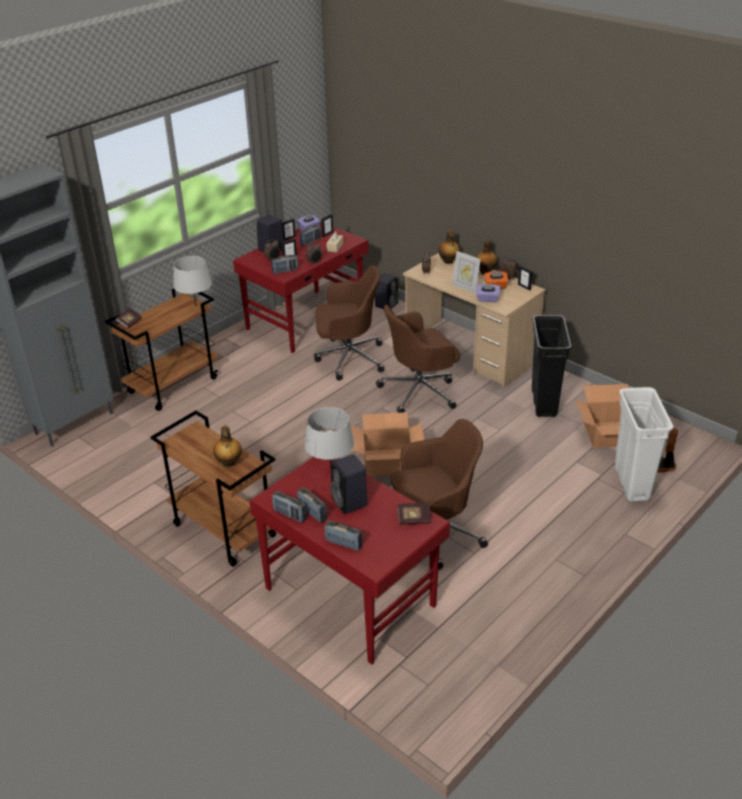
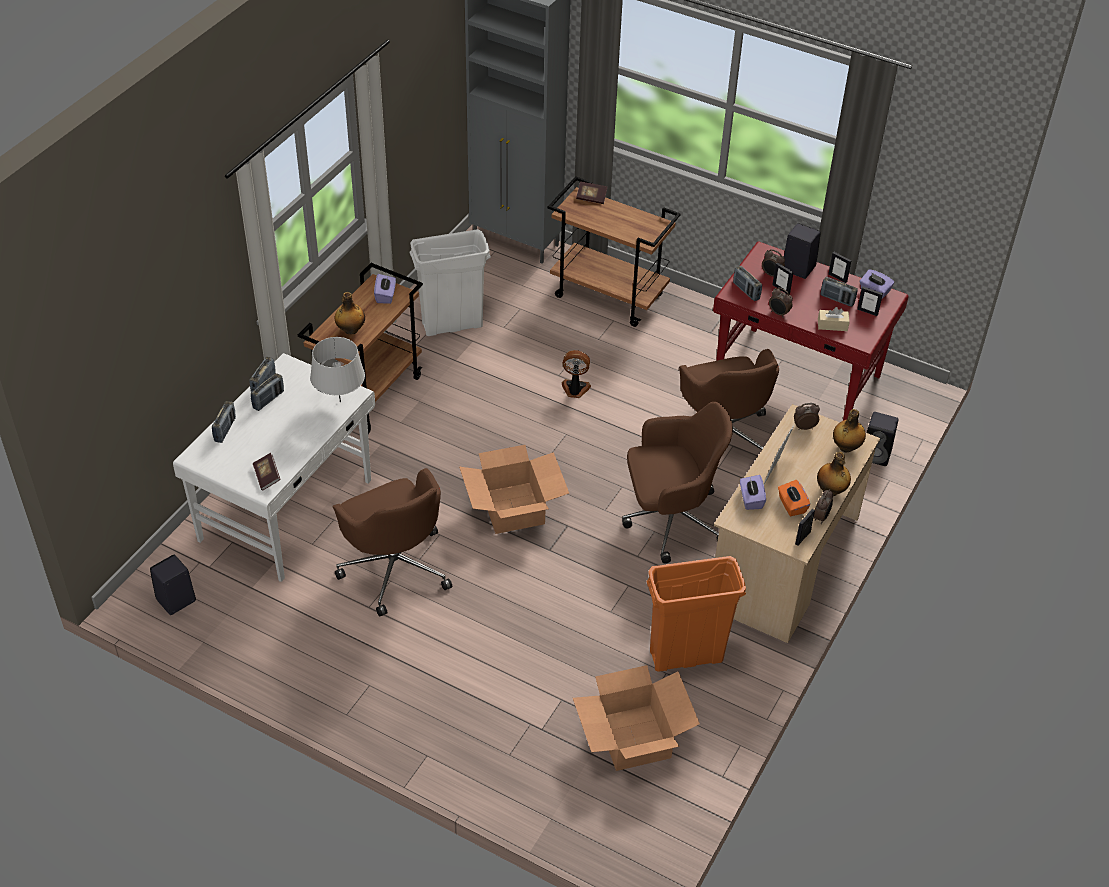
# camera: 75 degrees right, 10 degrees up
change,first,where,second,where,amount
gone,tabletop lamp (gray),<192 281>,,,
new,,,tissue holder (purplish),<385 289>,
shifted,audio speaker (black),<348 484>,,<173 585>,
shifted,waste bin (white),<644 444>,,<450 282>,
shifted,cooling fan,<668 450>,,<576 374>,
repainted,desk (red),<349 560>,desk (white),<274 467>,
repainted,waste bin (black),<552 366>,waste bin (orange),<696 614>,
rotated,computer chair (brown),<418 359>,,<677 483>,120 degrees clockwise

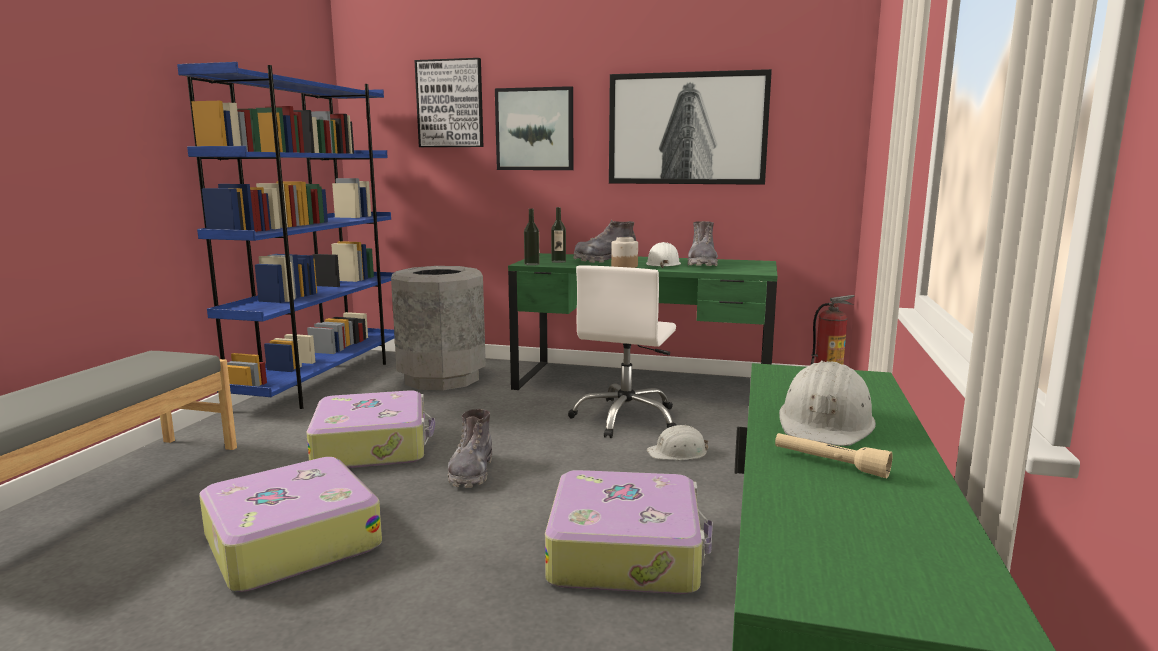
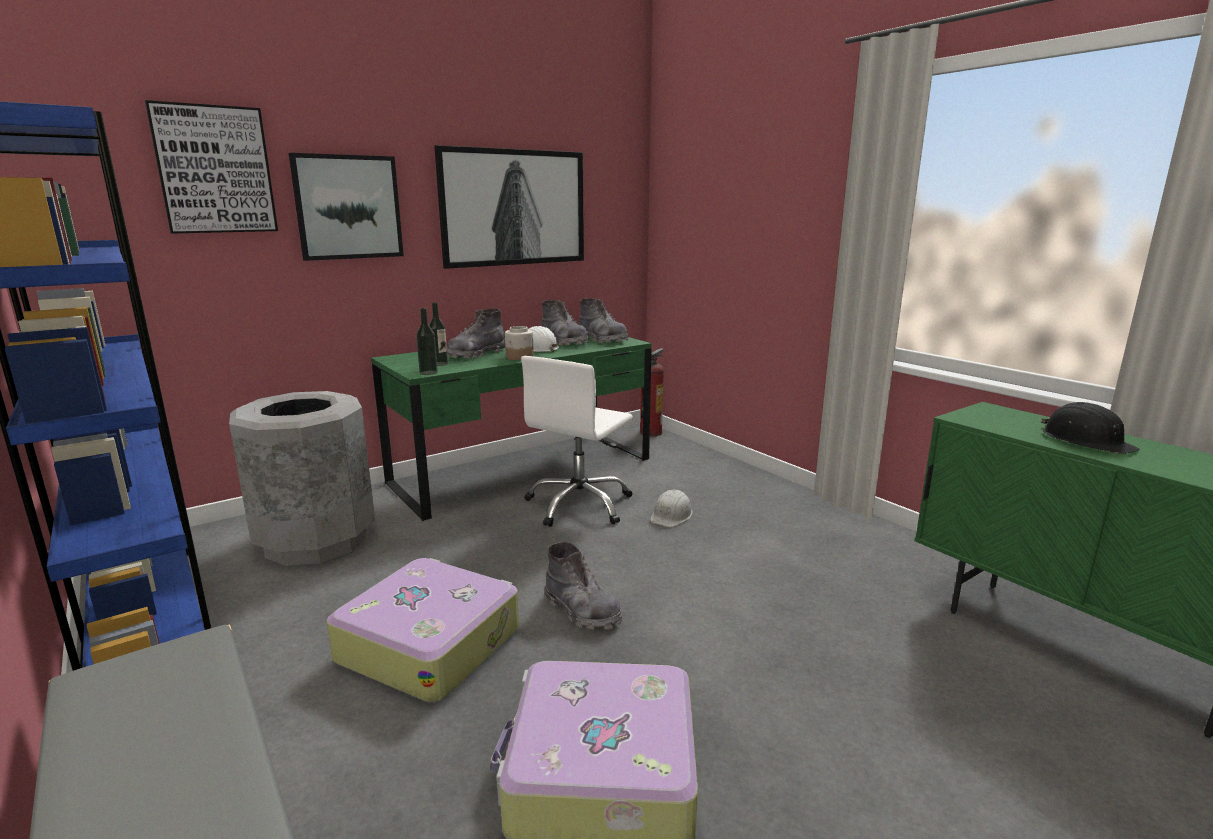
# camera: 50 degrees left, 5 degrees up
change,first,where,second,where,amount
gone,travel case,<629 532>,,,
gone,flashlight (sand-coloured),<834 455>,,,
new,,,tall boot (gray),<603 320>,
repainted,safety helmet (white),<827 403>,safety helmet (black),<1090 428>,
rotated,computer chair (white),<622 351>,,<577 441>,60 degrees clockwise

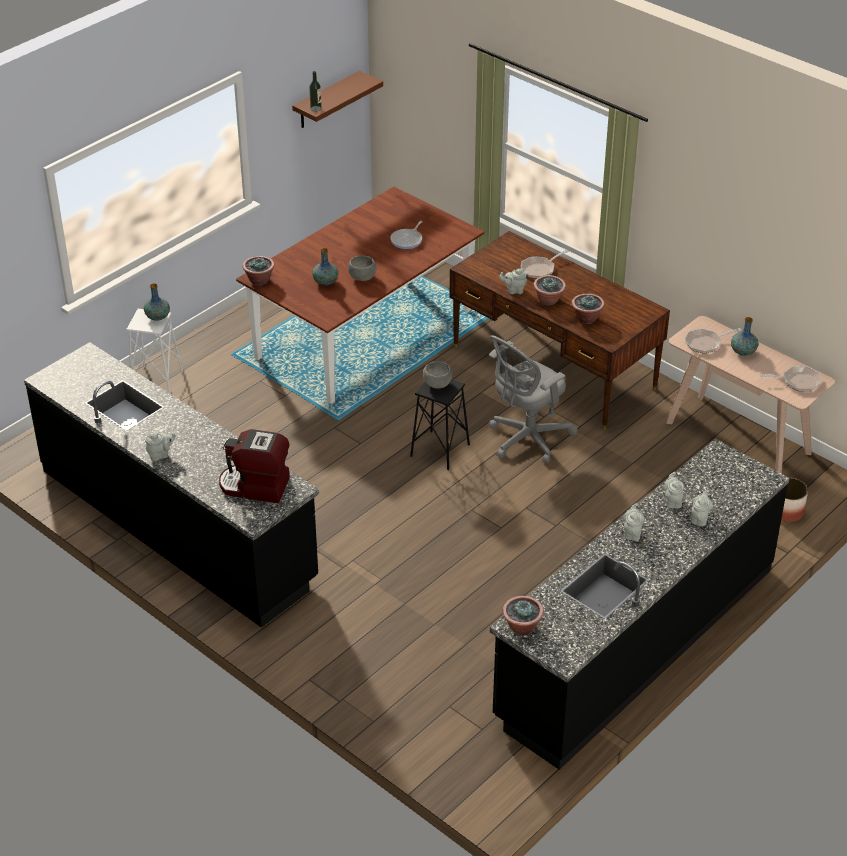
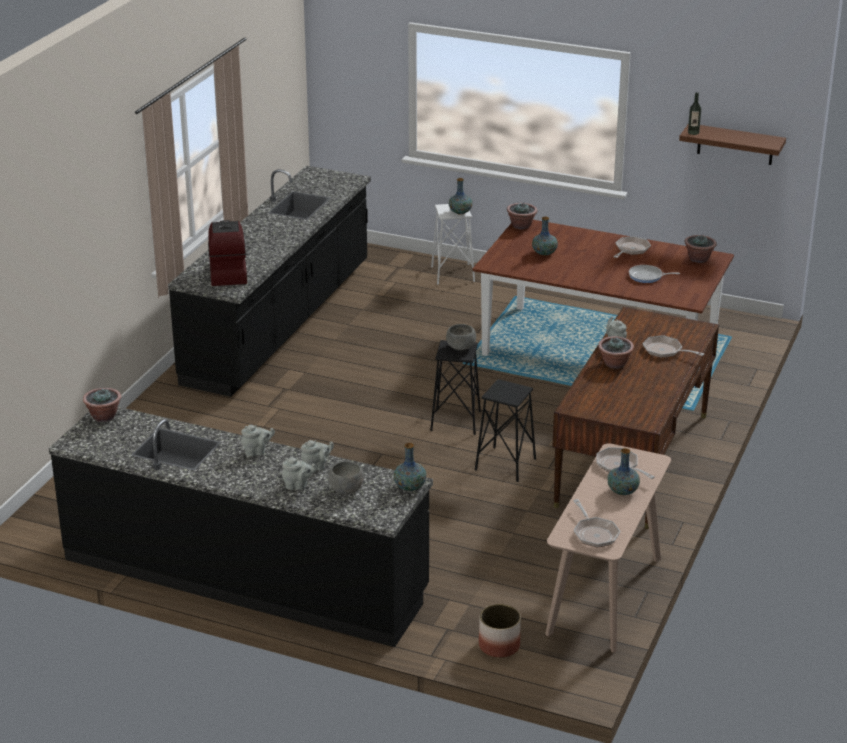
# camera: 70 degrees right, 10 degrees down
change,first,where,second,where,amount
gone,teapot (gray),<160 447>,,,
new,,,vase,<410 467>,
new,,,pan,<632 247>,
shifted,bowl (gray),<362 268>,,<346 477>,
shifted,houseplant,<588 309>,,<701 249>,
swapped,computer chair (gray),<533 399>,stool (black),<505 430>,

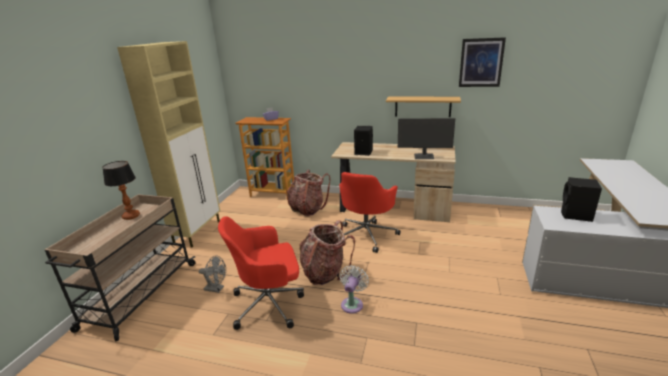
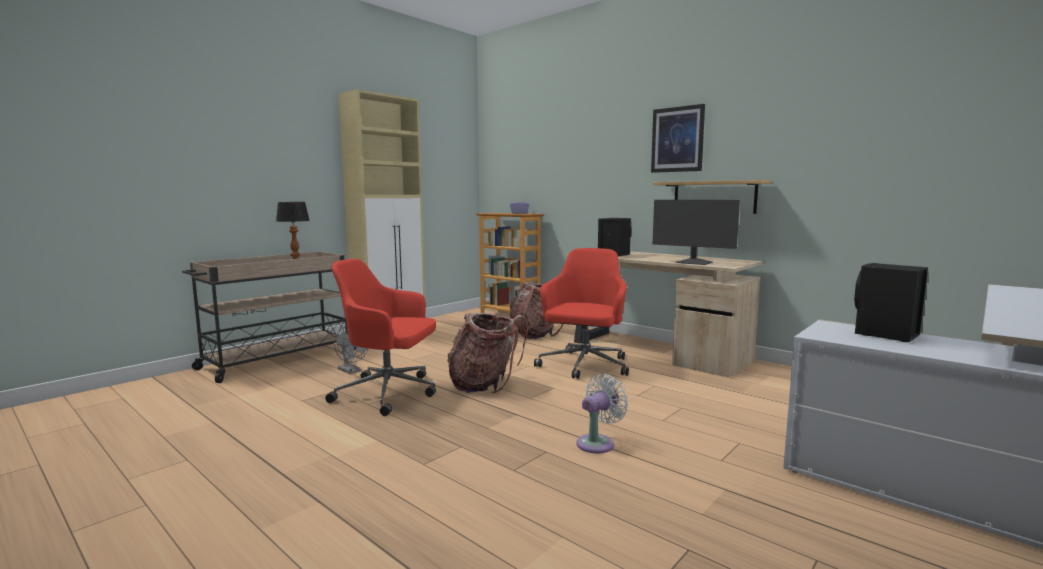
# camera: 25 degrees right, 15 degrees down
change,first,where,second,where,amount
shifted,cooling fan (white),<354 289>,,<602 413>,
shifted,wall picture,<482 62>,,<678 138>,
rotated,computer chair (red),<370 212>,,<581 313>,150 degrees clockwise

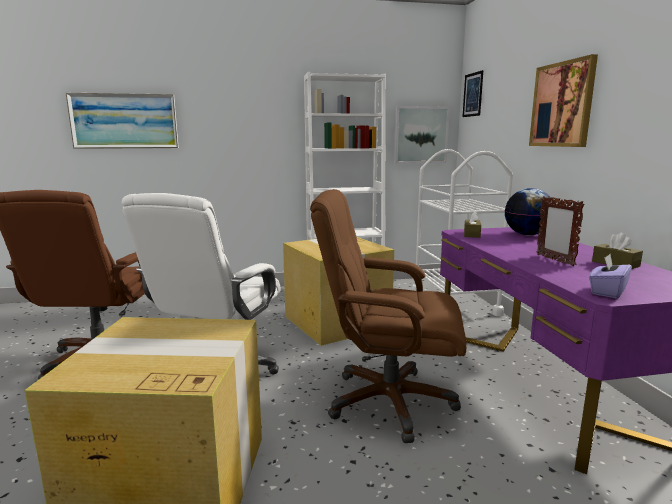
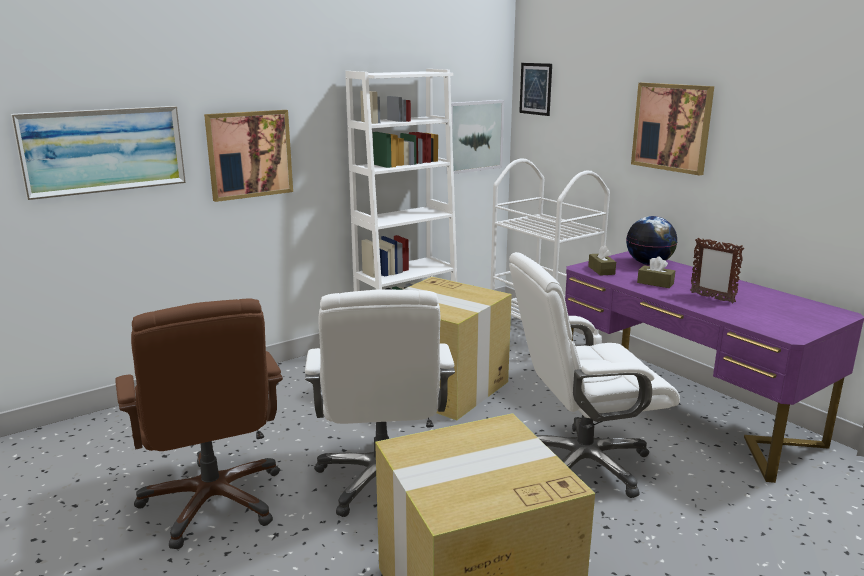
# camera: 25 degrees left, 5 degrees up
change,first,where,second,where,amount
gone,tissue holder (purplish),<610 276>,,,
new,,,wall picture,<248 156>,
shifted,tissue holder (brown),<617 251>,,<656 272>,
repainted,computer chair (brown),<388 316>,computer chair (white),<594 375>,

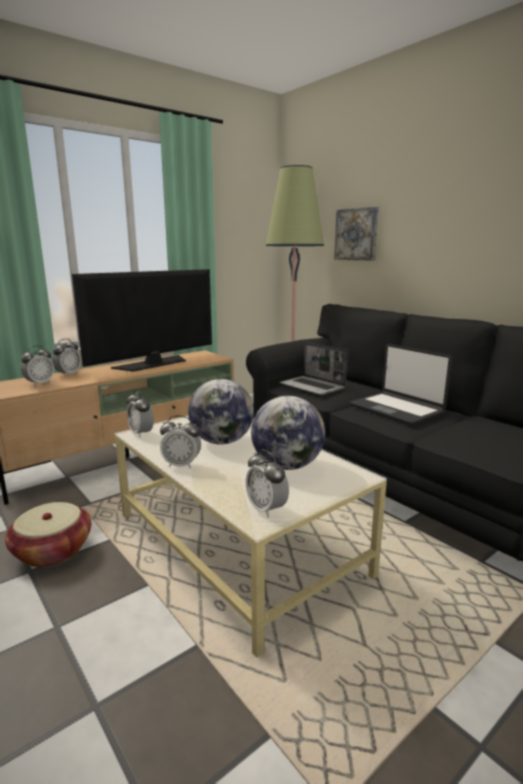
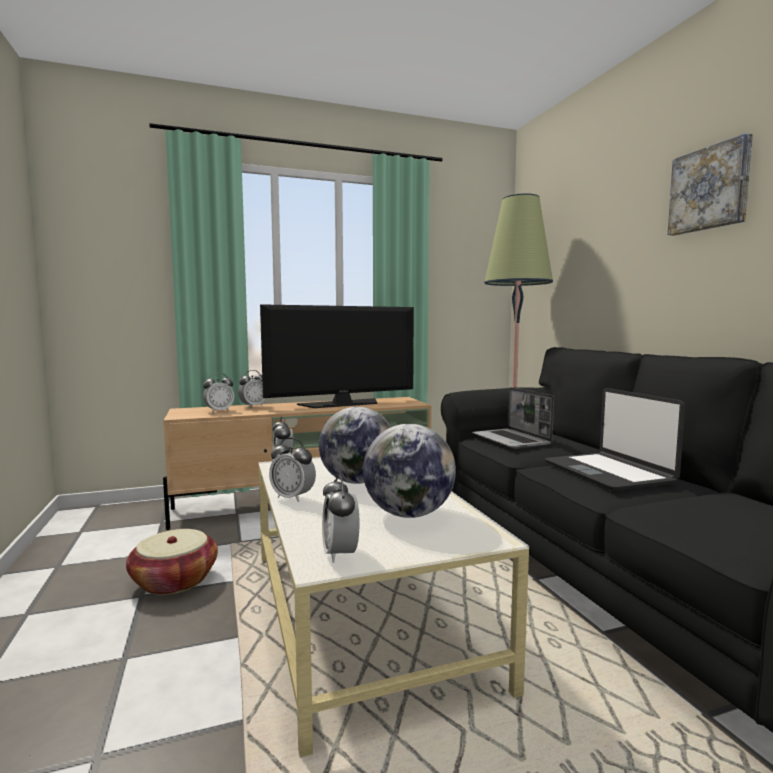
# camera: 20 degrees right, 10 degrees down
change,first,where,second,where,amount
shifted,wall picture,<356 233>,,<710 184>,

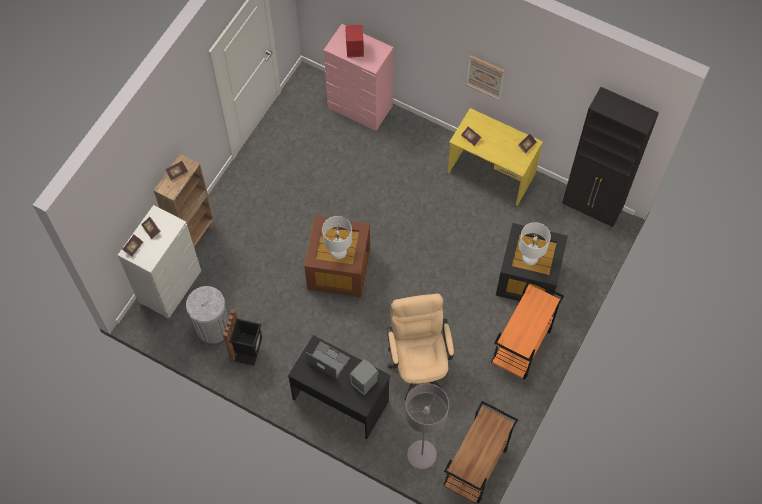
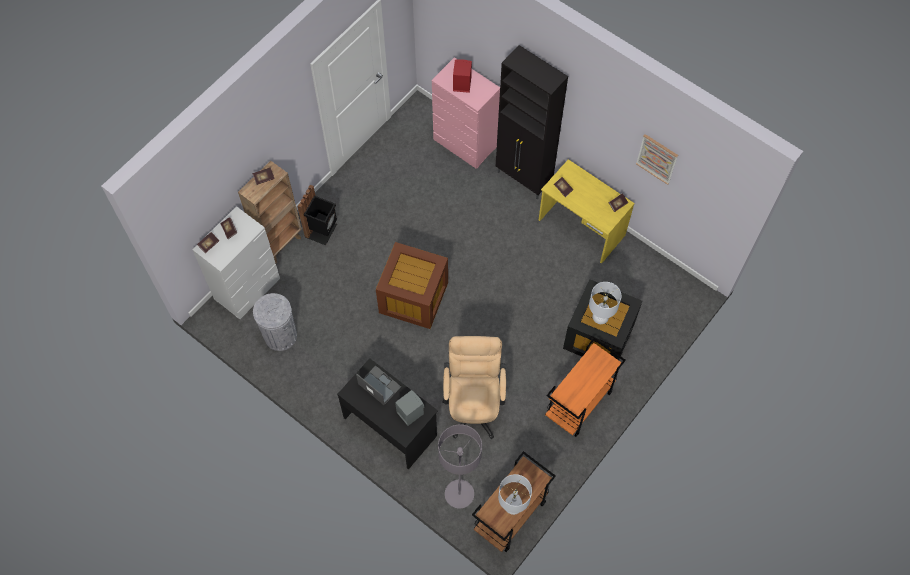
# camera: 10 degrees right, 0 degrees up
change,first,where,second,where,amount
shifted,waste bin (black),<242 337>,,<317 215>,
shifted,tabletop lamp (white),<337 237>,,<515 494>,
shifted,wall picture,<485 77>,,<657 159>,
shifted,storage cabinet (black),<610 159>,,<532 122>,

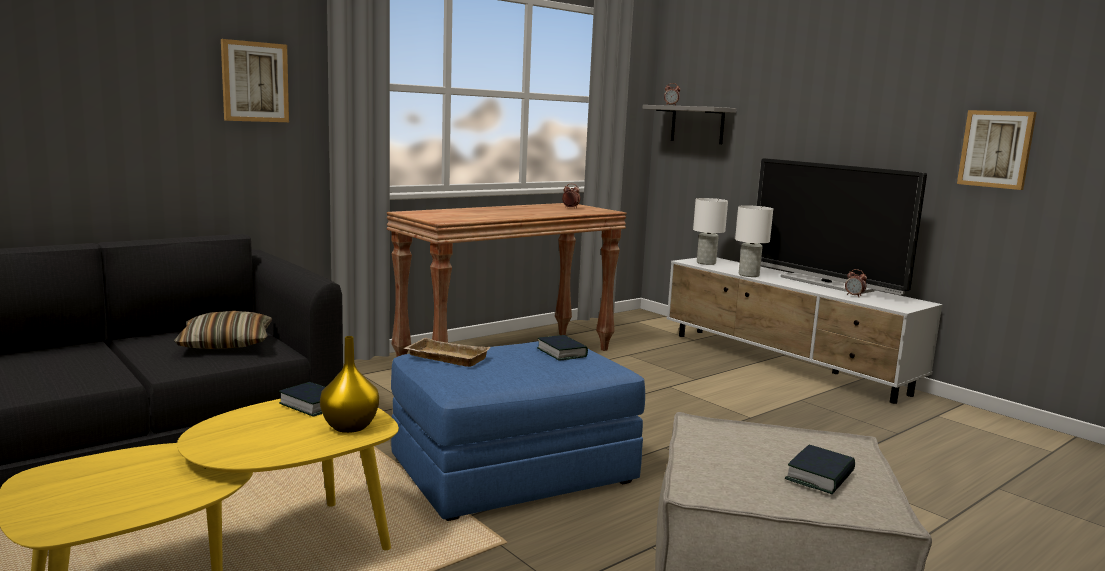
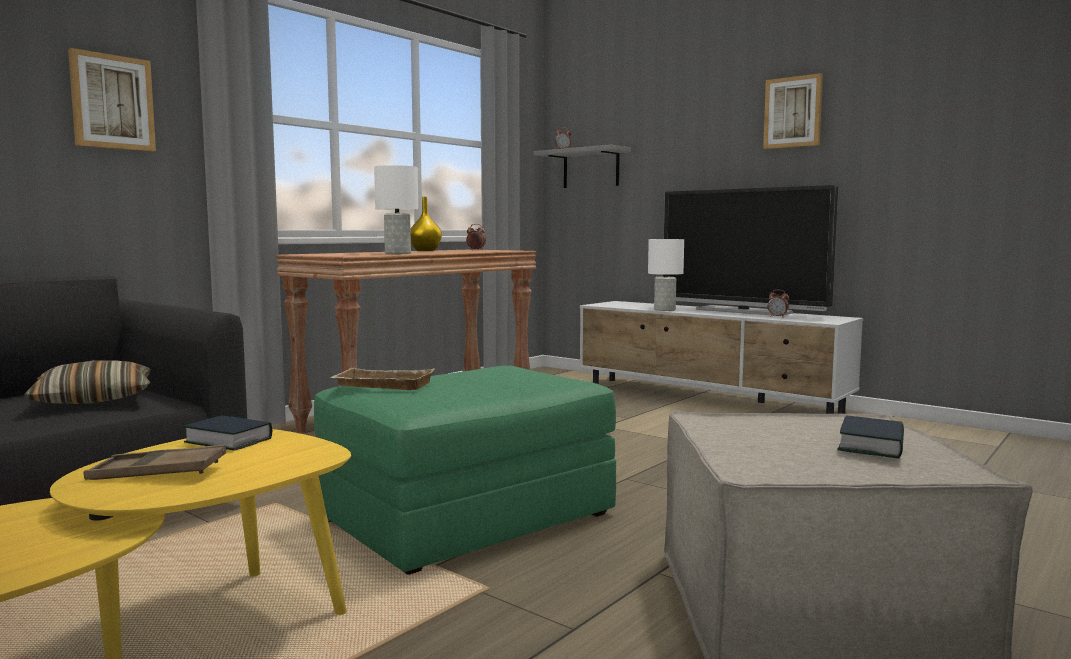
# camera: 10 degrees left, 5 degrees down
change,first,where,second,where,amount
gone,bound book,<562 348>,,,
new,,,carrying tray (brown),<155 462>,
shifted,vase (yellow-coloured),<349 384>,,<426 224>,
shifted,tabletop lamp (white),<710 231>,,<396 209>,
shifted,wall picture,<997 150>,,<793 111>,
repainted,pouffe (blue),<518 431>,pouffe (greenish),<465 470>,

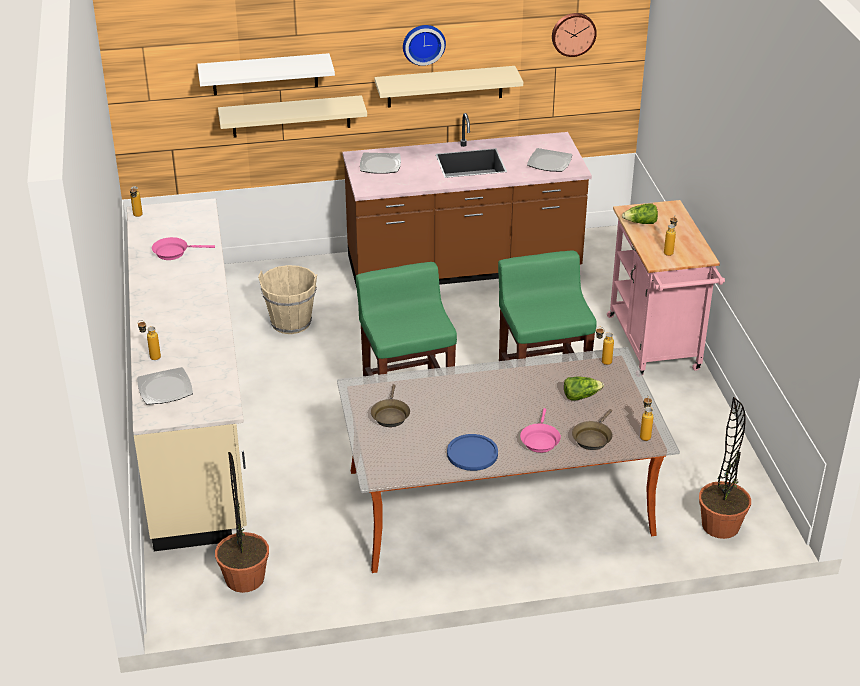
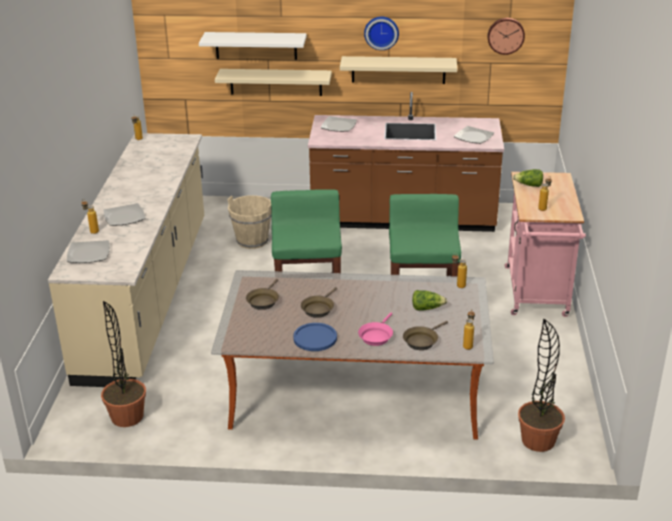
# camera: 15 degrees right, 5 degrees down
change,first,where,second,where,amount
gone,pan (pink),<183 248>,,,
new,,,dinner plate,<125 214>,
new,,,pan (brown),<319 302>,

